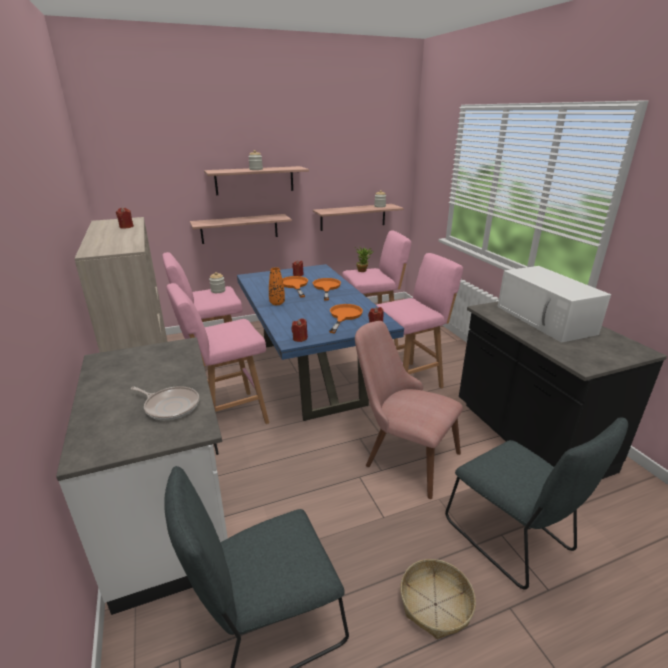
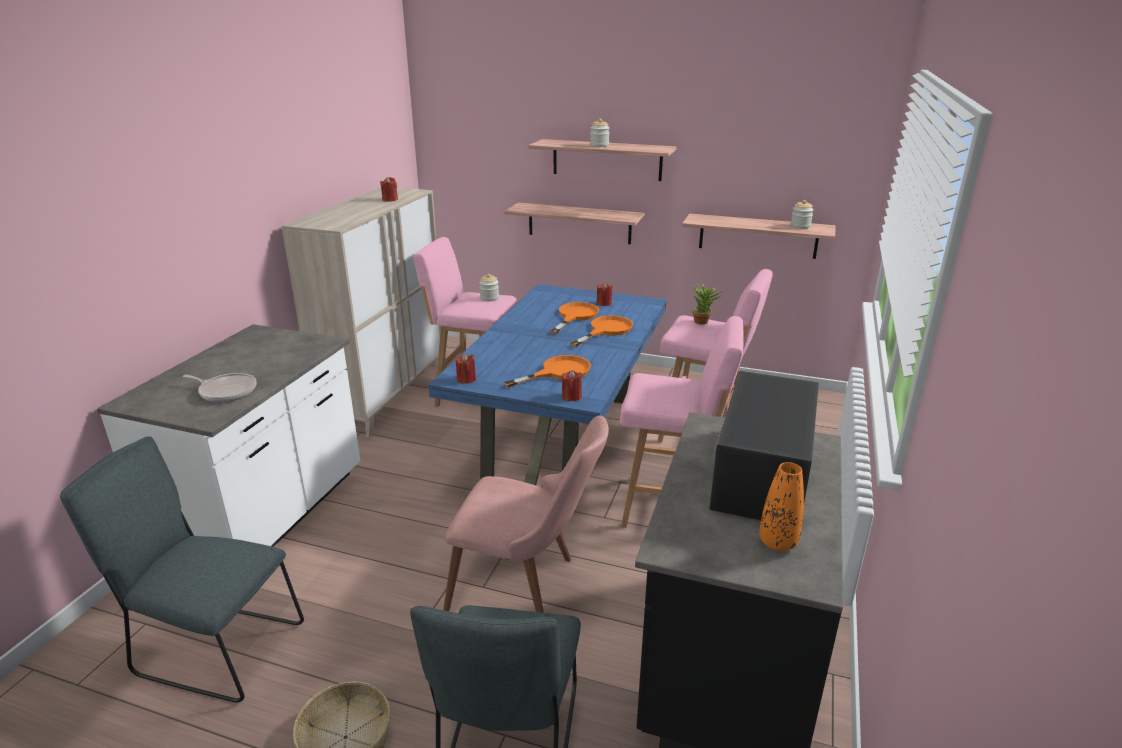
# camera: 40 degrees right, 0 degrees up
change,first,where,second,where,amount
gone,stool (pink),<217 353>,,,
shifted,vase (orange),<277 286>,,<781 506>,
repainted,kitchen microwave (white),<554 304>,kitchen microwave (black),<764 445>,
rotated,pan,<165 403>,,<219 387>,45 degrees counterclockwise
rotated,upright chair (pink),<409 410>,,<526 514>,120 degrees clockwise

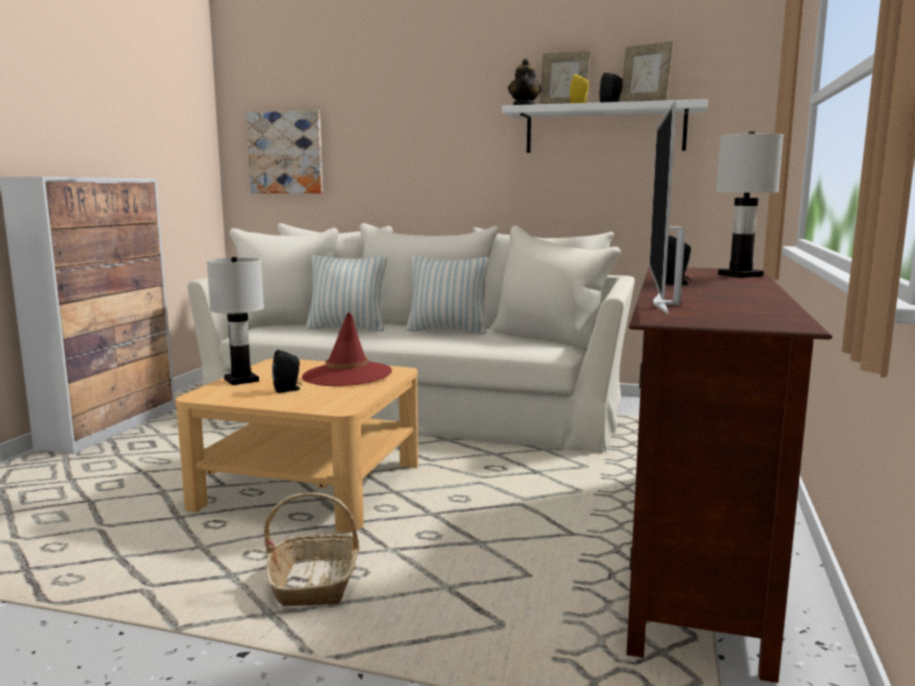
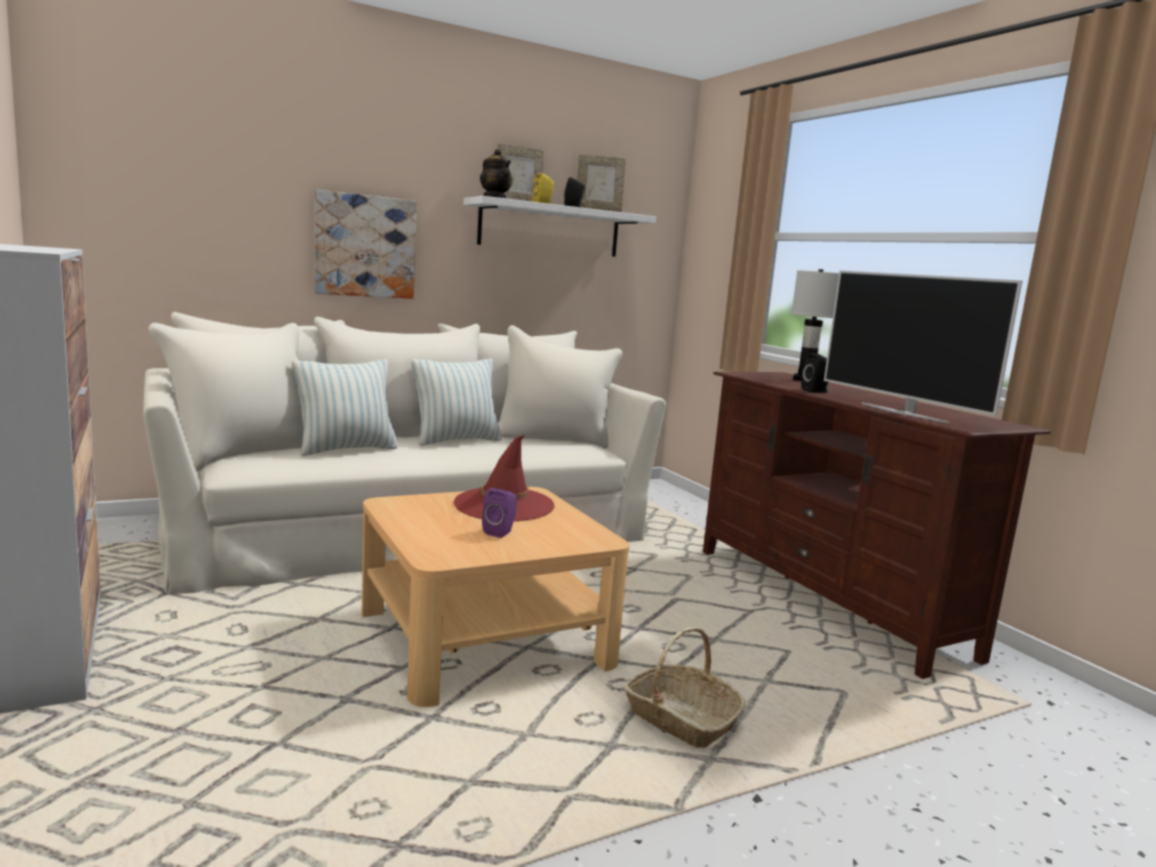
# camera: 45 degrees left, 0 degrees up
change,first,where,second,where,amount
gone,tabletop lamp (white),<235 321>,,,
shifted,wall picture,<284 151>,,<365 244>,
repainted,audio speaker (black),<287 371>,audio speaker (purplish),<499 513>,

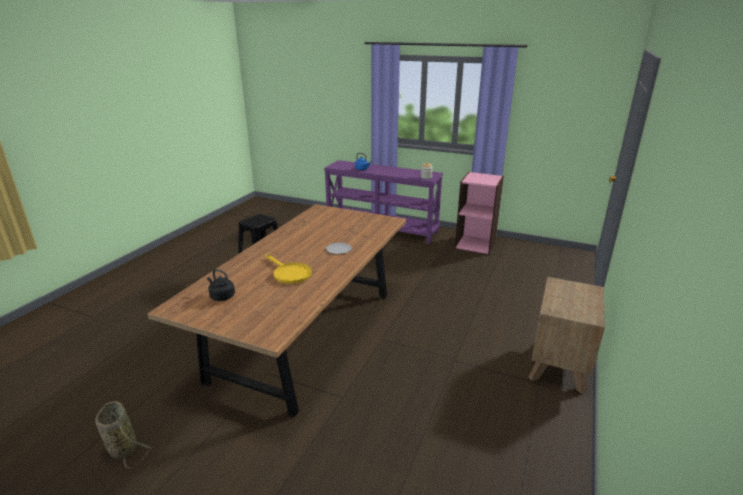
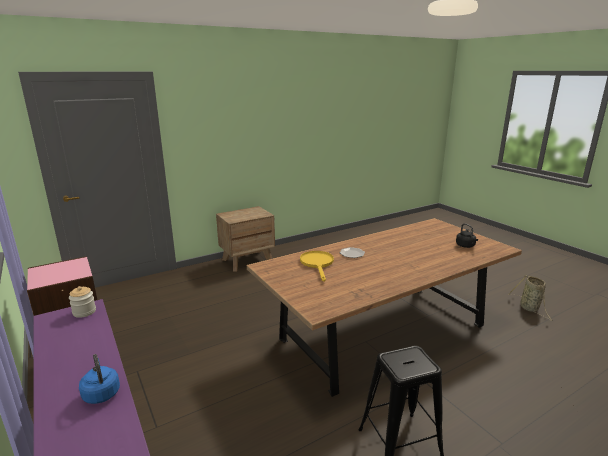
# camera: 145 degrees left, 5 degrees down
change,first,where,second,where,amount
shifted,pan (yellow-coloured),<289 269>,,<317 266>,

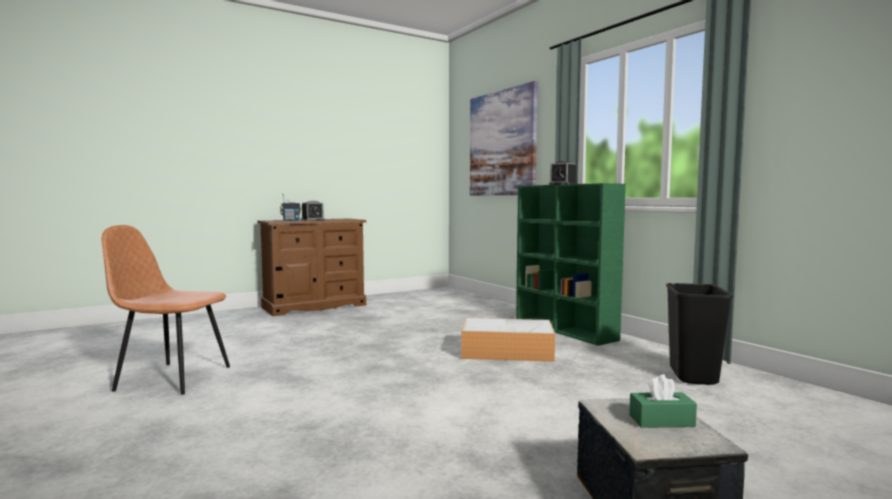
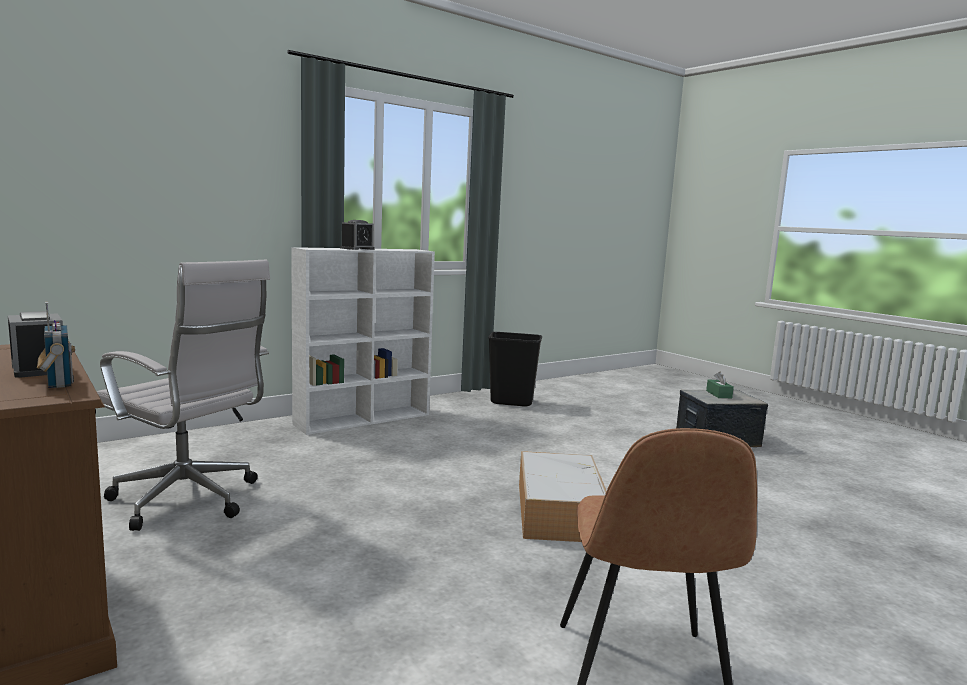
# camera: 95 degrees left, 5 degrees up
change,first,where,second,where,amount
gone,wall picture,<504 138>,,,
new,,,computer chair (white),<183 395>,
shifted,storage bin,<508 340>,,<563 496>,
repainted,bookshelf (greenish),<571 264>,bookshelf (white),<363 341>,

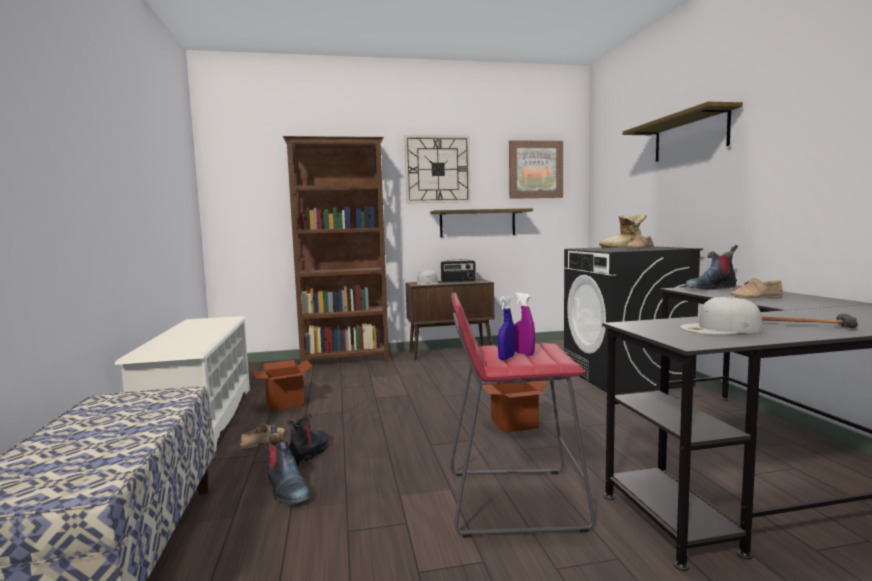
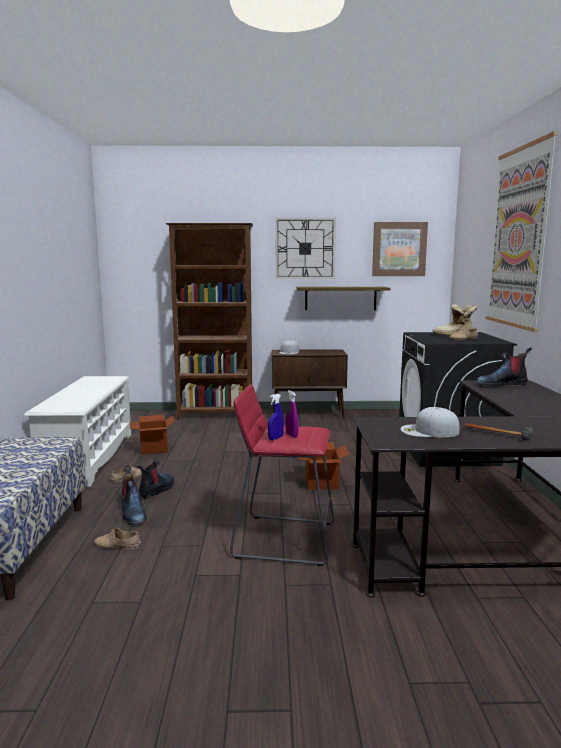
# camera: 10 degrees right, 5 degrees up
change,first,where,second,where,amount
gone,radio,<458 270>,,,
shifted,item of footwear (sand-coloured),<756 288>,,<117 539>,
swapped,shelf,<683 132>,wall picture,<521 231>,

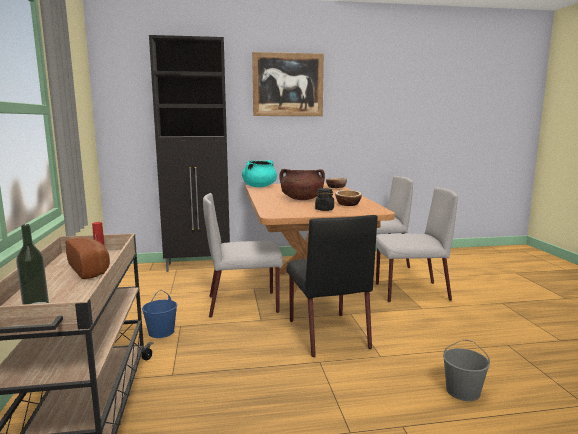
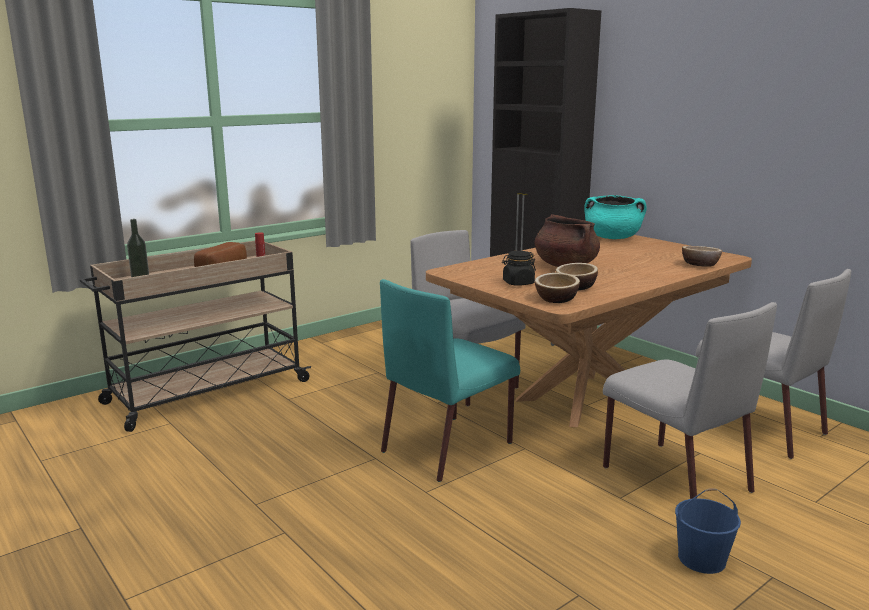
# camera: 60 degrees right, 5 degrees up
change,first,where,second,where,amount
gone,wall picture,<288 84>,,,
gone,pail (gray),<466 370>,,,
new,,,bowl,<557 288>,
shifted,pail (blue),<159 314>,,<708 531>,
repainted,upright chair (black),<332 286>,upright chair (turquoise),<450 380>,

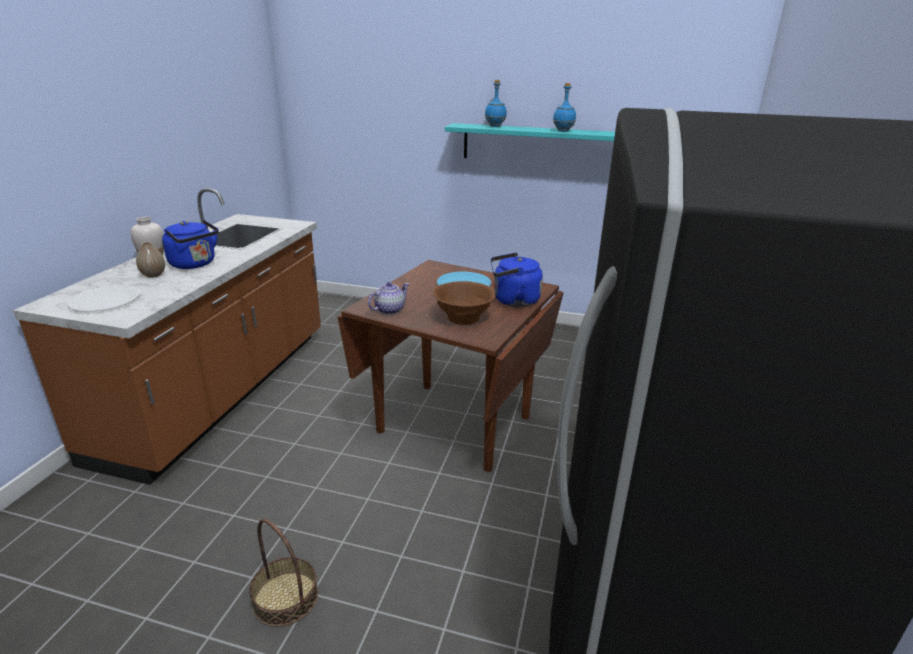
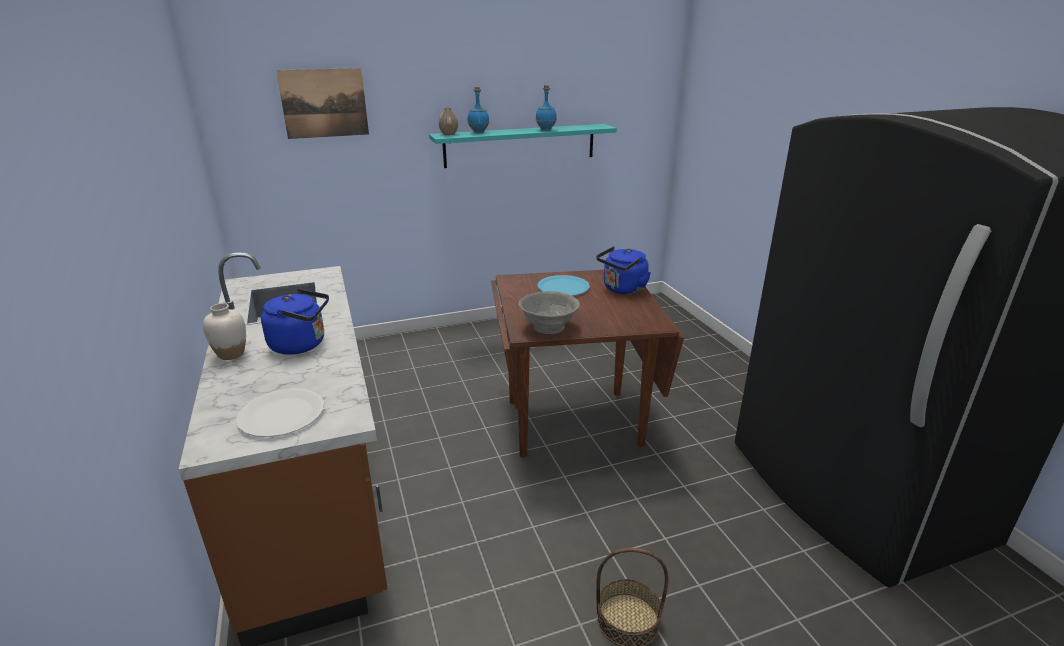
# camera: 35 degrees left, 0 degrees up
change,first,where,second,where,amount
gone,bowl (brown),<464 303>,,,
new,,,wall picture,<322 103>,
shifted,vase,<150 260>,,<448 121>,
swapped,teapot,<388 298>,bowl (gray),<549 312>,

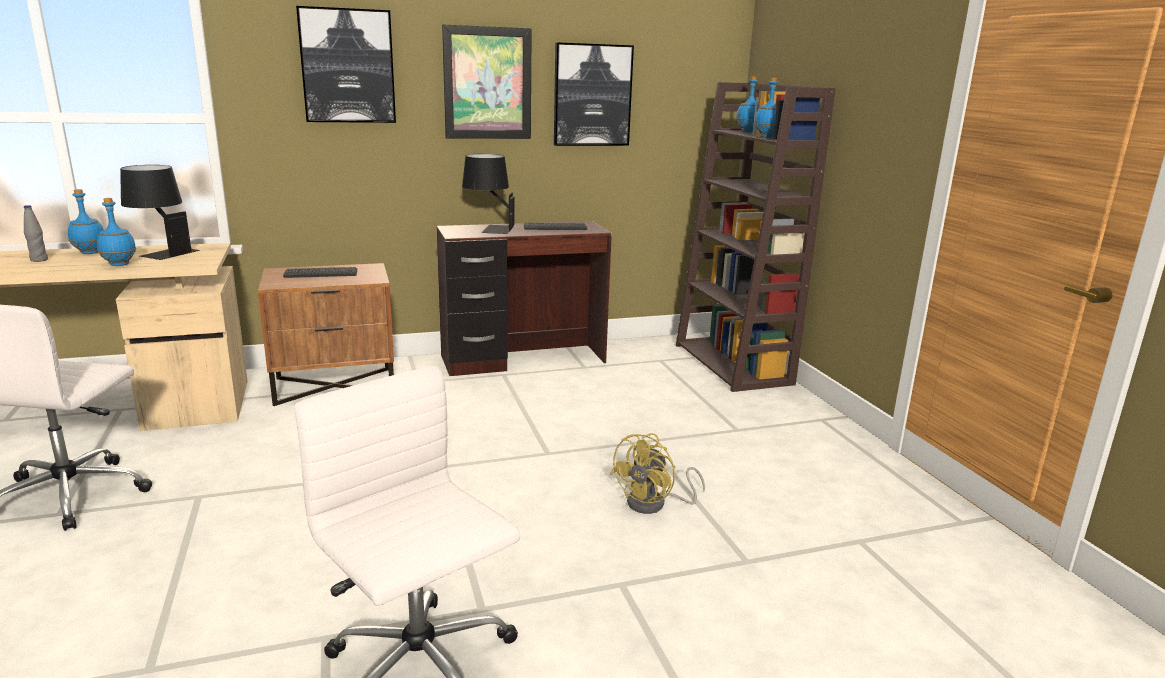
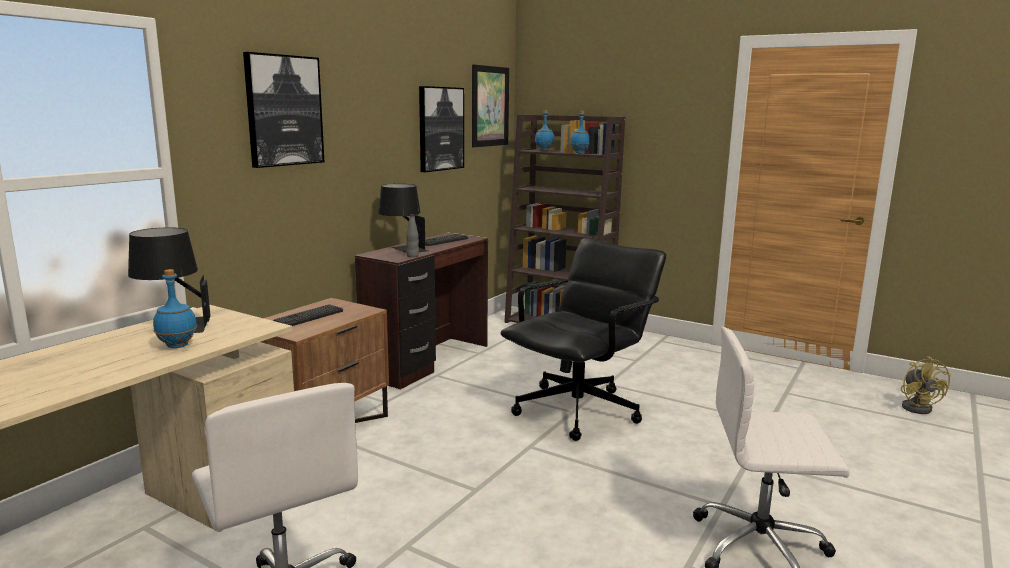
# camera: 40 degrees left, 5 degrees down
change,first,where,second,where,amount
gone,bottle (blue),<86 221>,,,
new,,,computer chair (black),<583 339>,
shifted,bottle (gray),<36 233>,,<412 235>,
shifted,wall picture,<487 81>,,<490 105>,
shifted,cooling fan (yellow-coloured),<657 473>,,<926 385>,

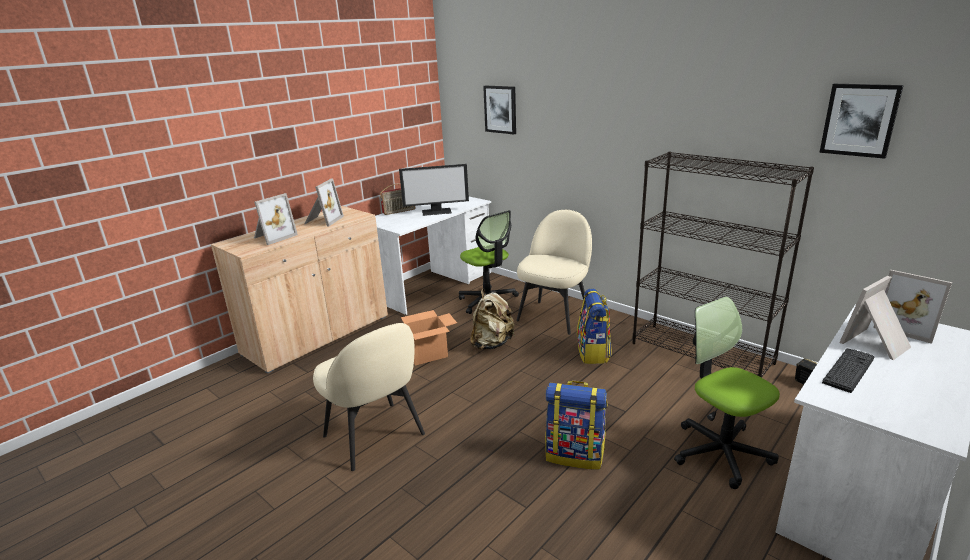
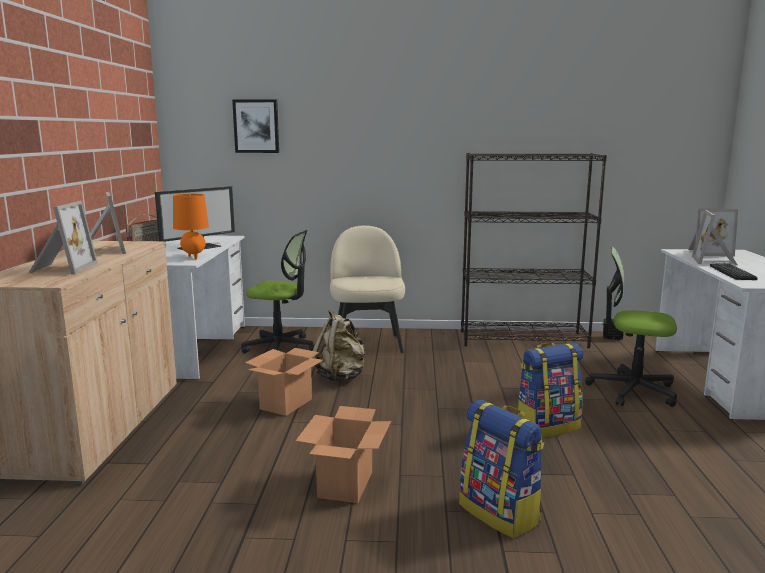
# camera: 40 degrees left, 10 degrees down
change,first,where,second,where,amount
gone,wall picture,<861 121>,,,
new,,,tabletop lamp (orange),<191 226>,
shifted,knapsack,<594 326>,,<501 469>,
swapped,upright chair (sand-coloured),<369 397>,packing box,<343 454>,

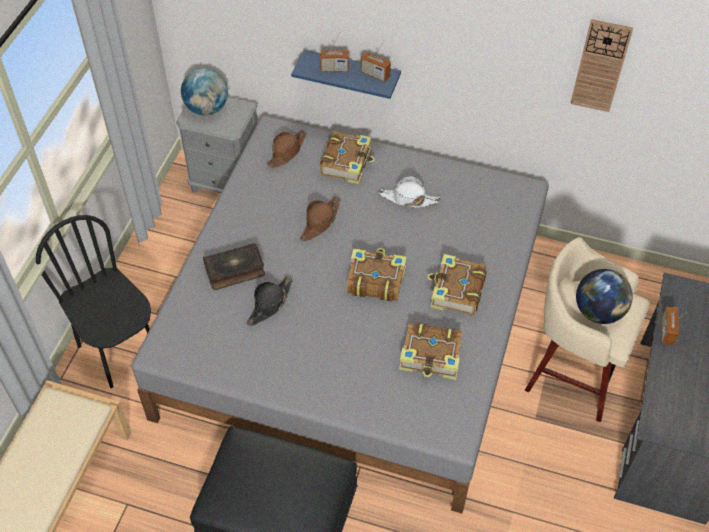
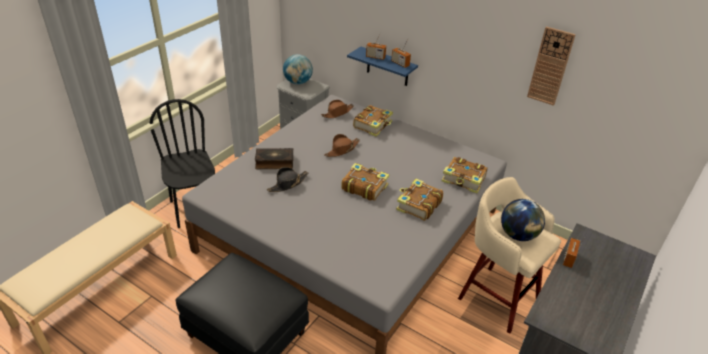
# camera: 15 degrees right, 15 degrees down
change,first,where,second,where,amount
gone,hat (white),<410 192>,,,
shifted,bound book,<430 351>,,<465 175>,

